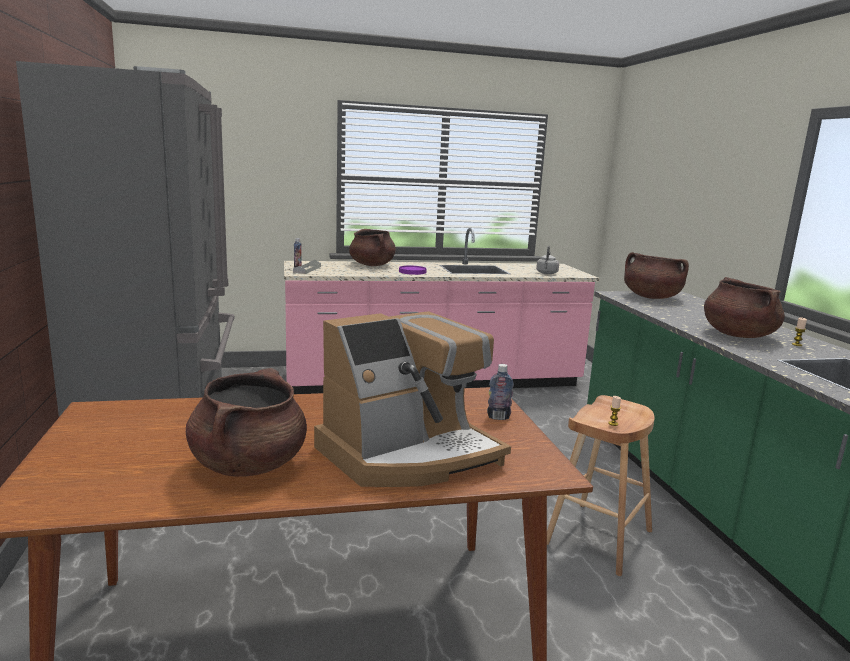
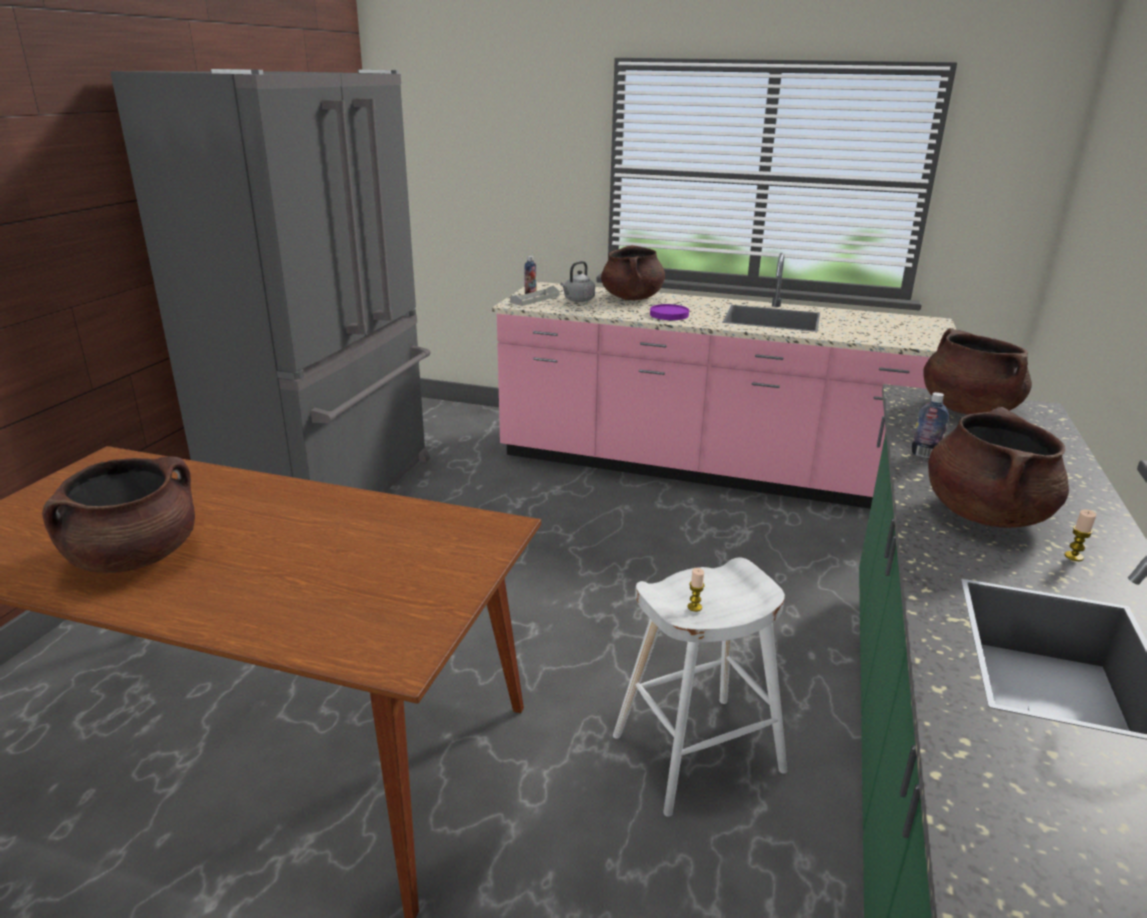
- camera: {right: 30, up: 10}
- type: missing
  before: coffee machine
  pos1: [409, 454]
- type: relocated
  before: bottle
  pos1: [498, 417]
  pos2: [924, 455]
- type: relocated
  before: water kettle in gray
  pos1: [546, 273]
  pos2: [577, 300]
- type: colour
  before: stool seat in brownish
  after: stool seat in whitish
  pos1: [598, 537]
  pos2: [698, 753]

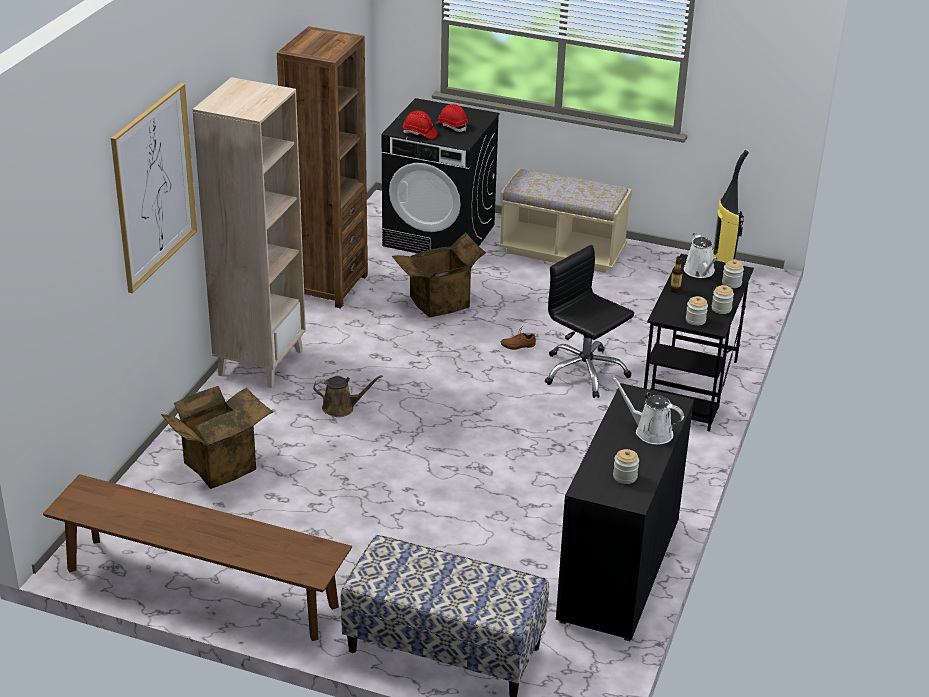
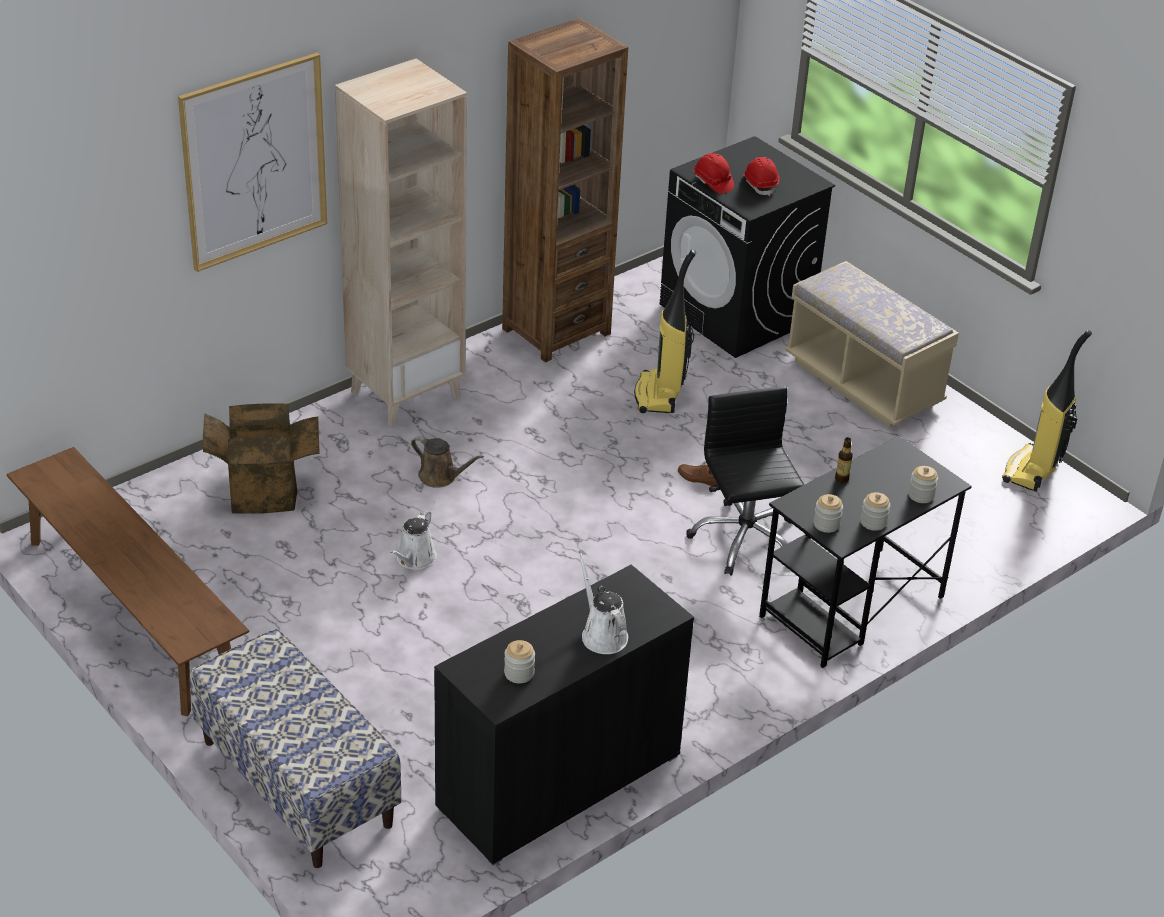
- camera: {right: 30, up: 5}
- type: exchanged
  before: cardboard box
  after: vacuum cleaner
  pos1: [439, 303]
  pos2: [659, 395]
- type: relocated
  before: watering pot in whitish
  pos1: [700, 272]
  pos2: [414, 559]

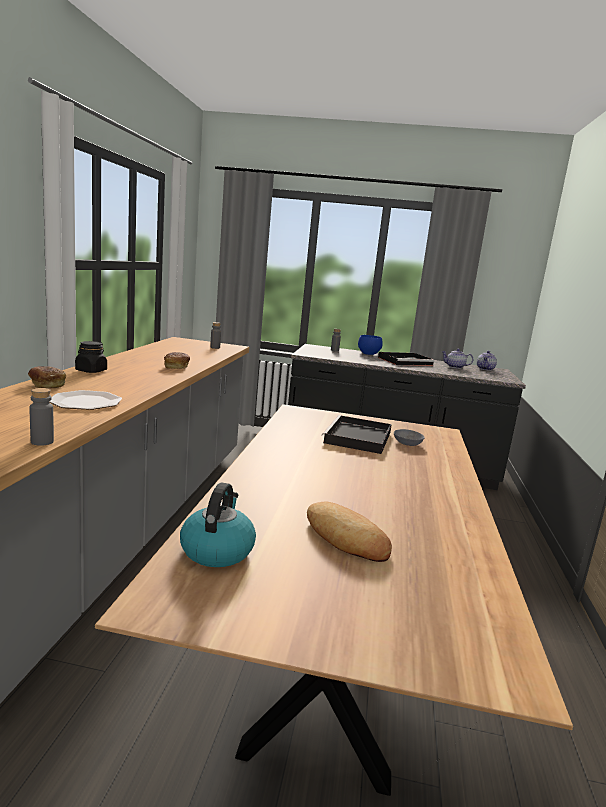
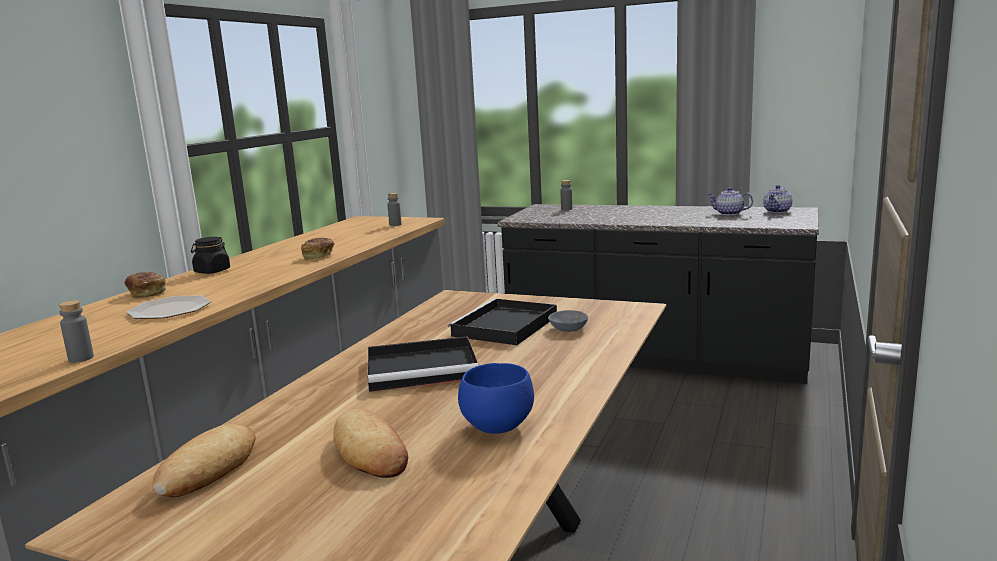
- camera: {right: 15, up: 0}
- type: exchanged
  before: water kettle
  after: bakery bread
  pos1: [217, 550]
  pos2: [209, 468]
- type: relocated
  before: serving bowl in blue
  pos1: [368, 354]
  pos2: [495, 426]
- type: relocated
  before: tray in black-coloured
  pos1: [406, 361]
  pos2: [424, 368]

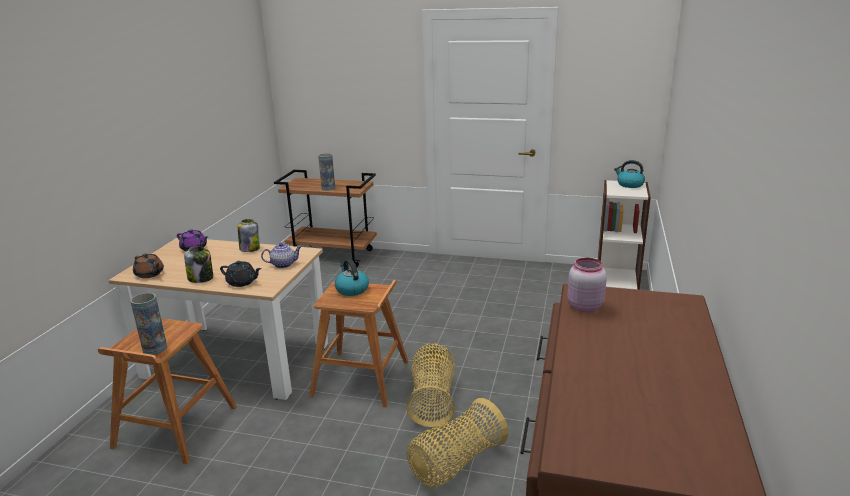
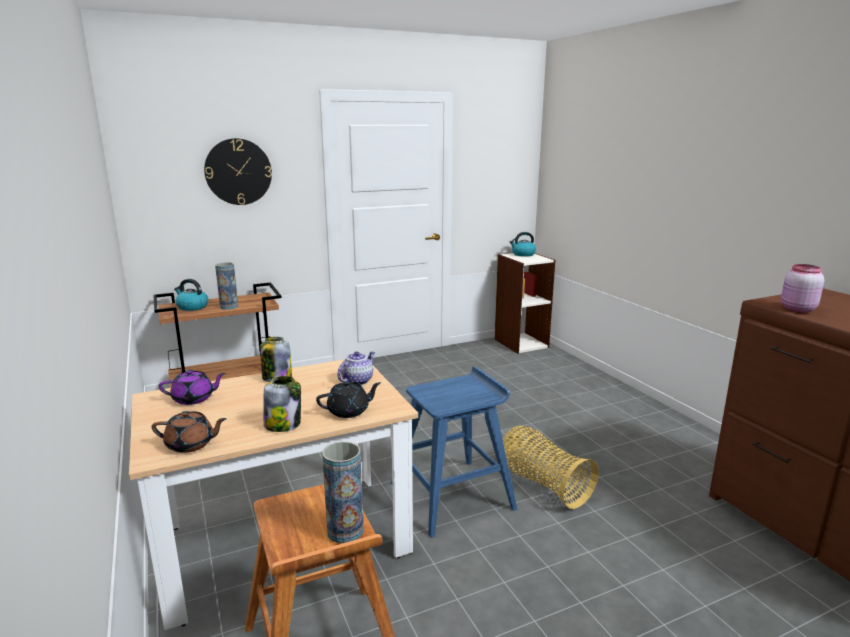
- camera: {right: -40, up: -5}
- type: colour
  before: stool seat in brownish
  after: stool seat in blue
  pos1: [362, 378]
  pos2: [453, 495]
- type: relocated
  before: water kettle
  pos1: [351, 289]
  pos2: [192, 307]
- type: missing
  before: storage basket
  pos1: [455, 463]
- type: appeared
  after: wall clock
  pos2: [238, 172]

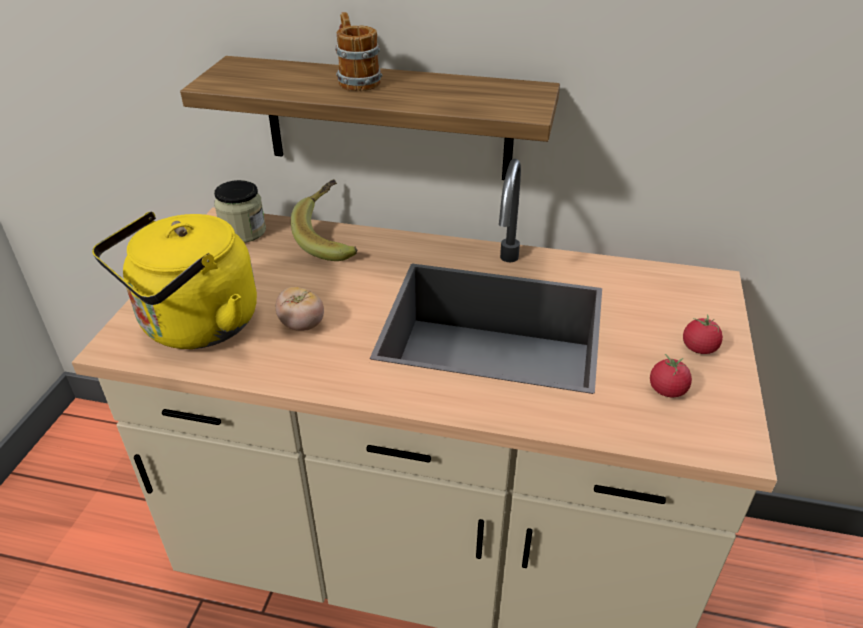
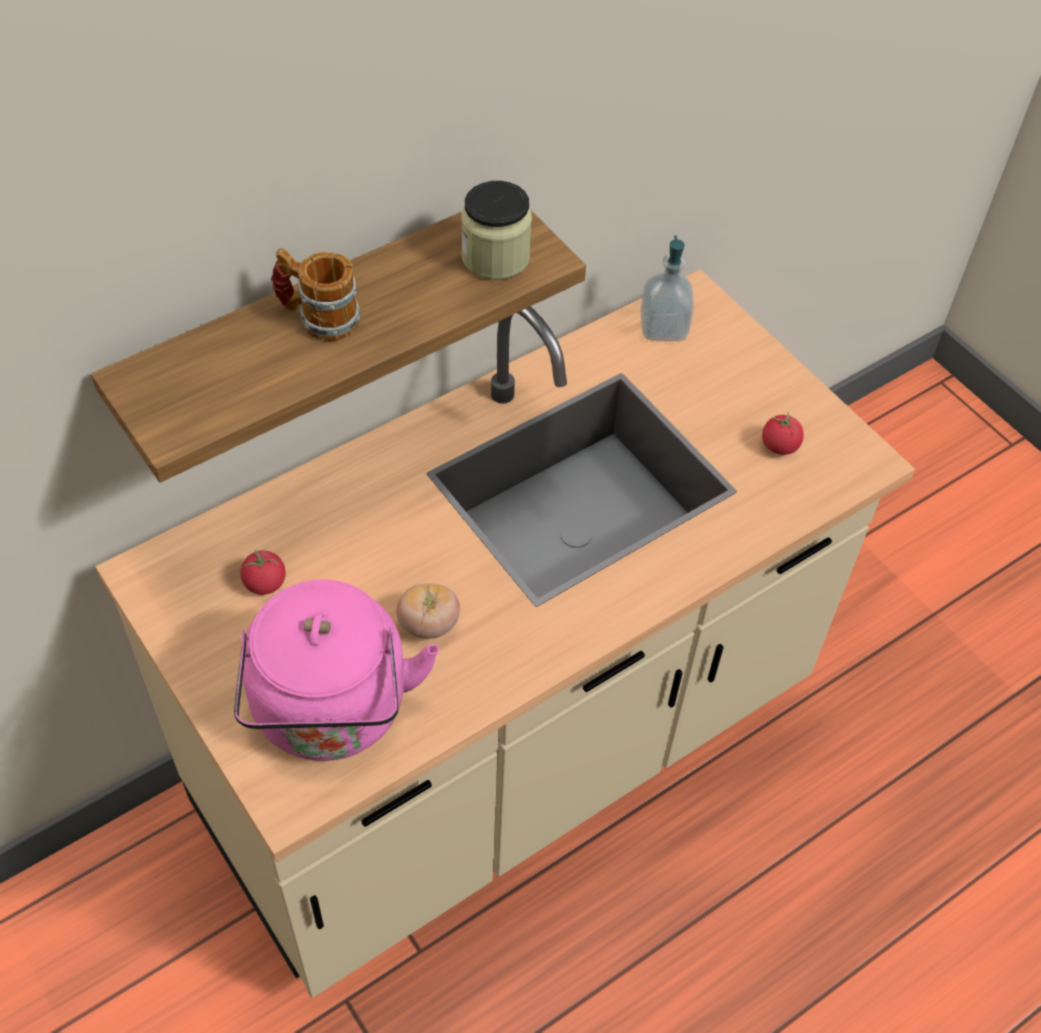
- camera: {right: -50, up: 15}
- type: colour
  before: water kettle in yellow-coloured
  after: water kettle in pink-coloured
  pos1: [195, 326]
  pos2: [331, 714]
- type: relocated
  before: preserve jar
  pos1: [243, 231]
  pos2: [495, 257]
- type: missing
  before: banana
  pos1: [332, 239]
- type: relocated
  before: tomato
  pos1: [699, 348]
  pos2: [265, 583]
- type: appeared
  after: soap dispenser
  pos2: [663, 327]

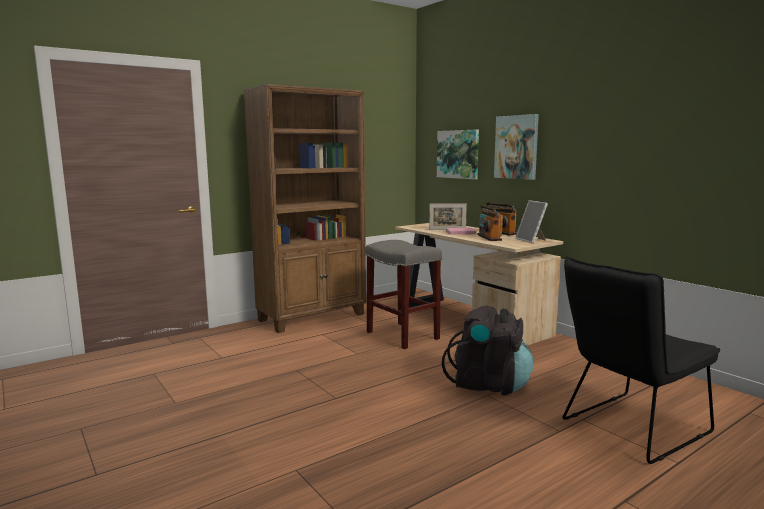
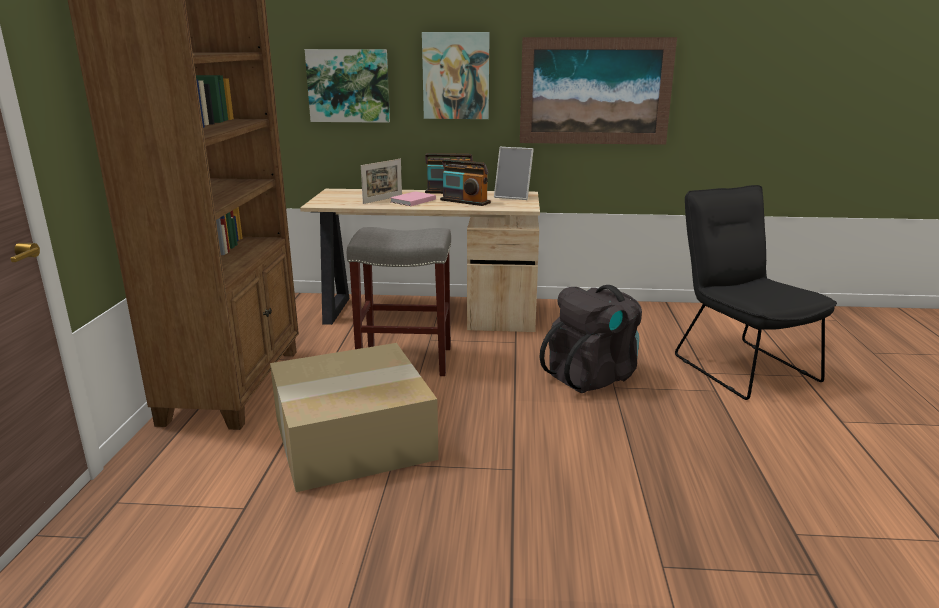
- camera: {right: -50, up: 10}
- type: spun
  before: upright chair in black-coloured
  pos1: [629, 428]
  pos2: [738, 364]
  turn: 150
- type: appeared
  after: cardboard box
  pos2: [351, 440]
- type: appeared
  after: picture
  pos2: [595, 91]

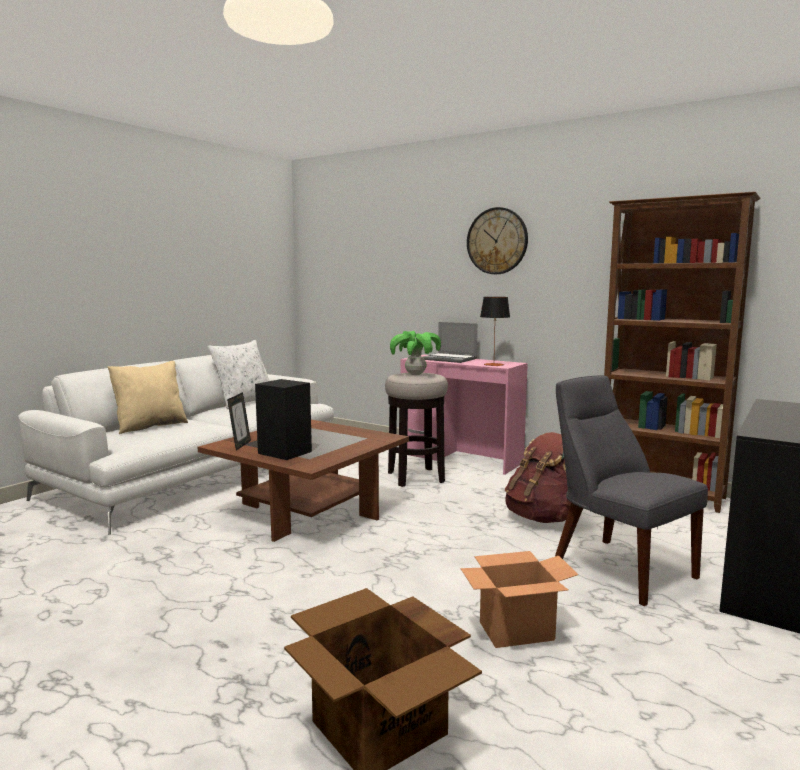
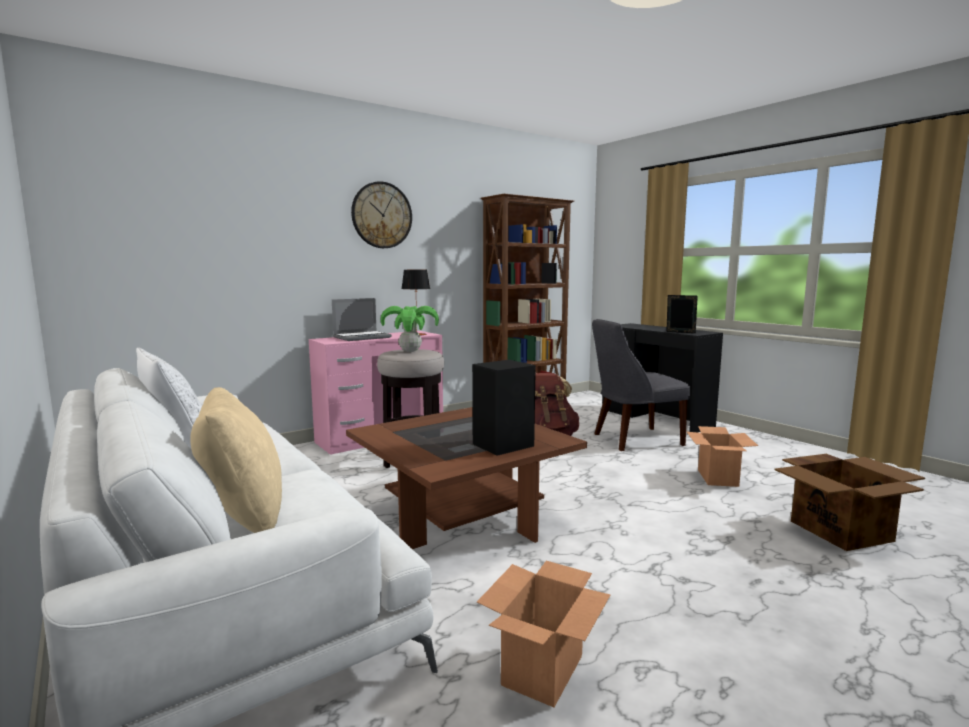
- camera: {right: -70, up: 0}
- type: relocated
  before: picture frame
  pos1: [240, 445]
  pos2: [680, 332]
- type: appeared
  after: cardboard box
  pos2: [542, 669]

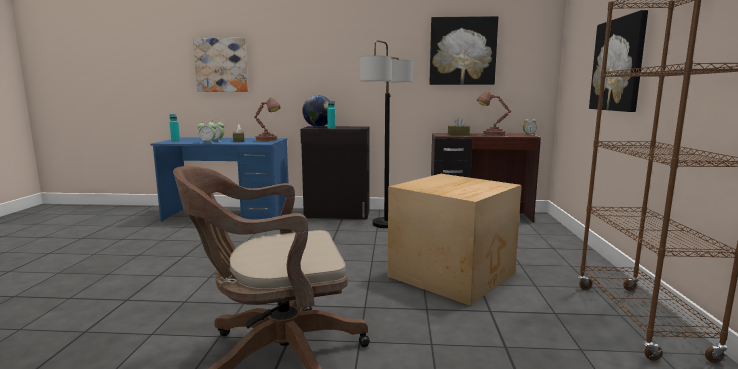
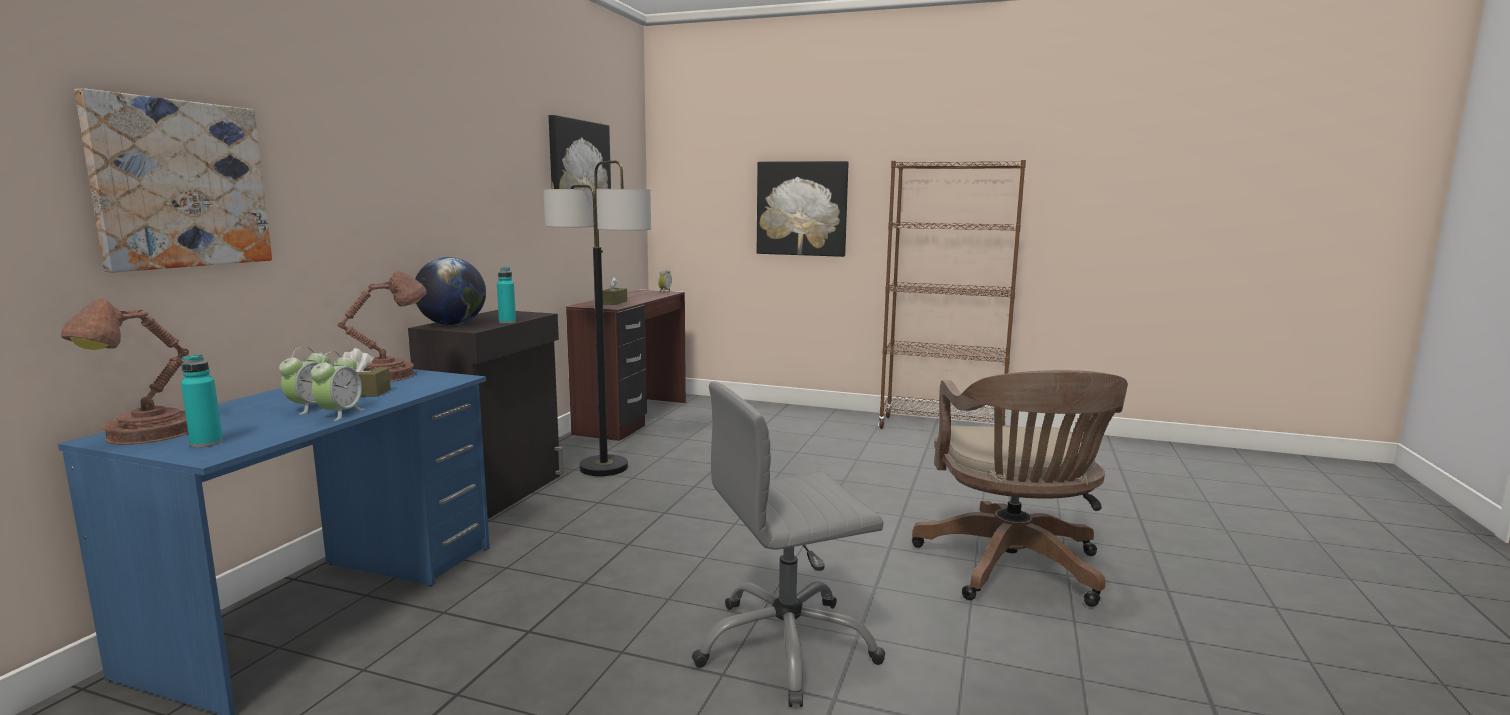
- camera: {right: -75, up: 0}
- type: missing
  before: cardboard box
  pos1: [454, 275]
- type: relocated
  before: table lamp in brownish
  pos1: [492, 134]
  pos2: [145, 435]
- type: appeared
  after: computer chair in gray
  pos2: [786, 646]

